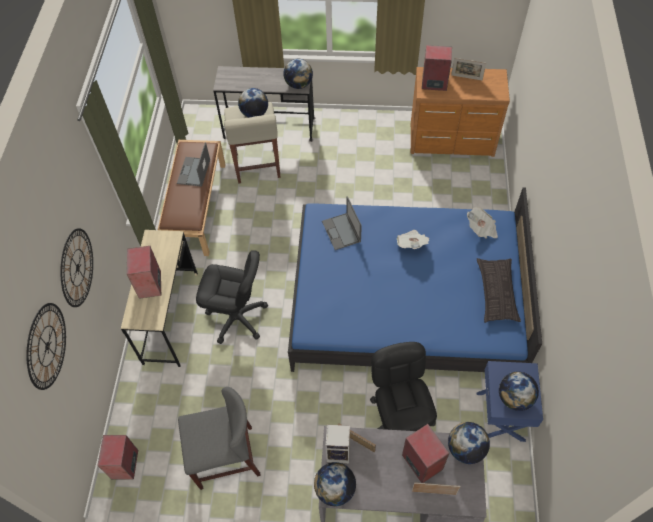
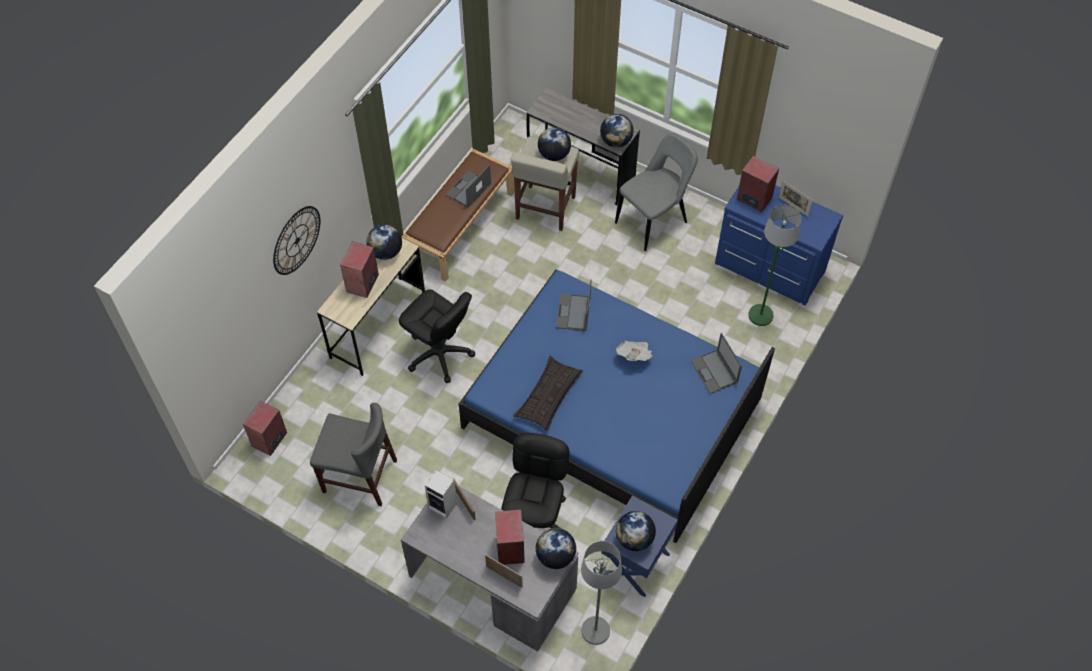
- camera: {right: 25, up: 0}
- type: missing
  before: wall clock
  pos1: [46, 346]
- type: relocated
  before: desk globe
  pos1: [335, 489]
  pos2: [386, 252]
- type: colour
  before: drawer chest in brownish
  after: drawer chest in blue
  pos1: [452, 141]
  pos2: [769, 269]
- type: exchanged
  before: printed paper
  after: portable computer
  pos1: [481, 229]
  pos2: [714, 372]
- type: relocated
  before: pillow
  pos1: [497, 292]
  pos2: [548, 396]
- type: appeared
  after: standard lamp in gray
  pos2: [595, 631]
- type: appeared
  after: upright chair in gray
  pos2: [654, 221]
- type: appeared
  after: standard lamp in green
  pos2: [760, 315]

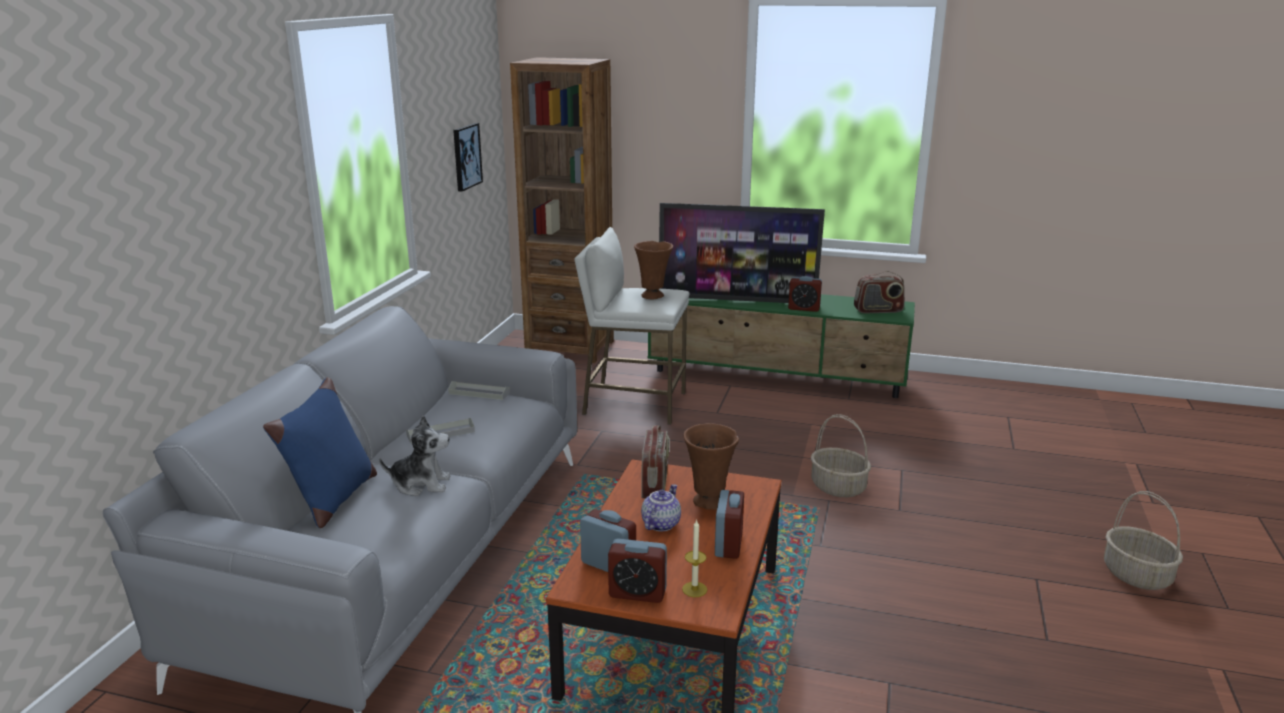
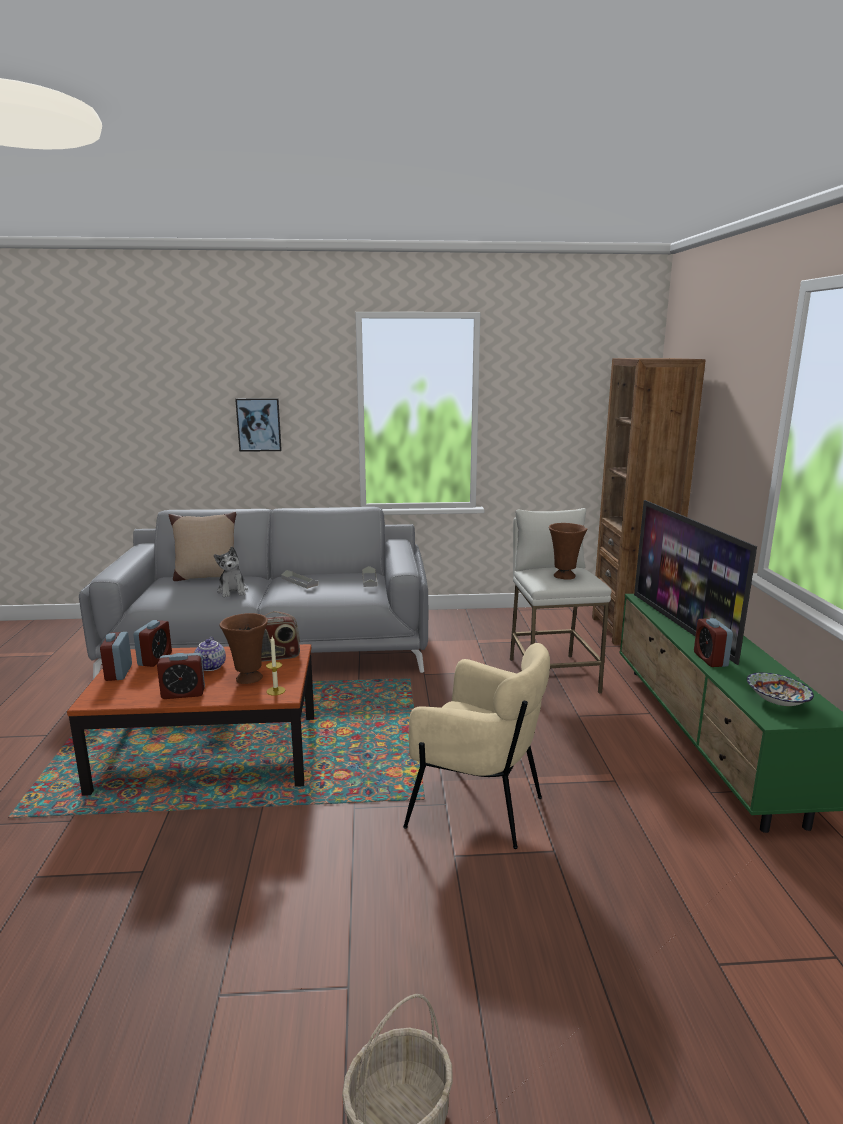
- camera: {right: 70, up: -5}
- type: colour
  before: pillow in blue
  after: pillow in sand-coloured
  pos1: [332, 500]
  pos2: [206, 577]
- type: relocated
  before: picture
  pos1: [466, 156]
  pos2: [259, 424]
- type: spun
  before: pot for tea
  pos1: [660, 524]
  pos2: [211, 667]
  turn: 75
- type: relocated
  before: wax candle
  pos1: [694, 589]
  pos2: [275, 691]
- type: exchanged
  before: storage basket
  after: armchair in sand-coloured
  pos1: [839, 487]
  pos2: [477, 807]
- type: exchanged
  before: radio receiver
  after: serving bowl
  pos1: [878, 310]
  pos2: [777, 702]

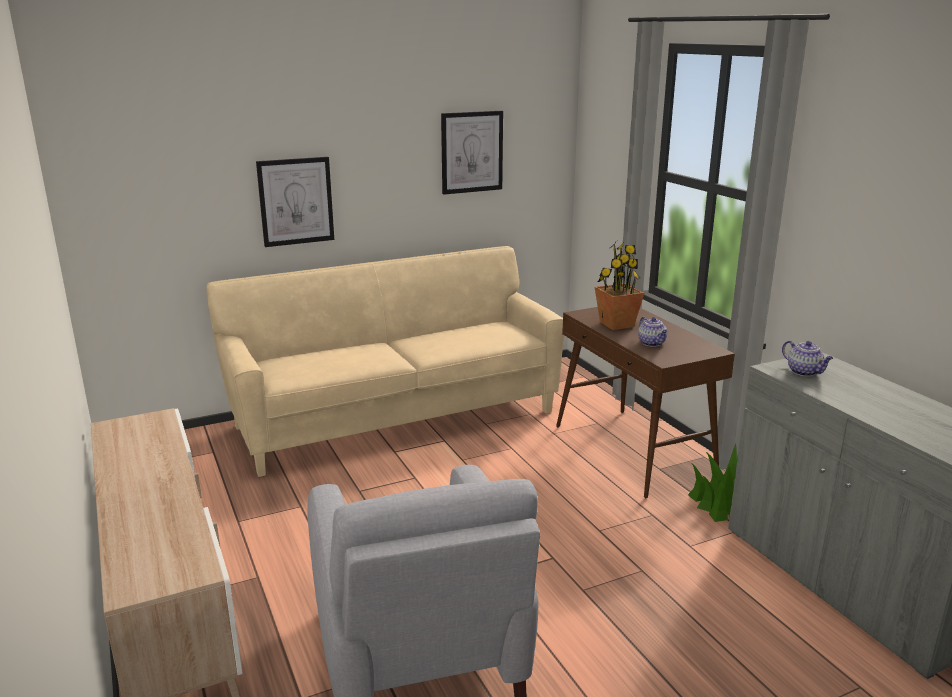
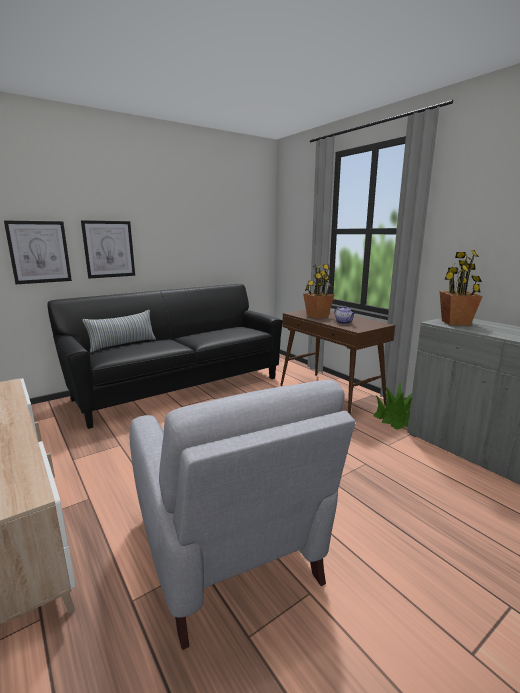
- camera: {right: -10, up: -5}
- type: colour
  before: settee in sand-coloured
  after: settee in black-coloured
  pos1: [396, 418]
  pos2: [179, 388]
- type: relocated
  before: picture
  pos1: [471, 152]
  pos2: [39, 252]
- type: exchanged
  before: pot for tea
  after: houseplant
  pos1: [804, 372]
  pos2: [455, 323]
- type: appeared
  after: pillow
  pos2: [123, 344]

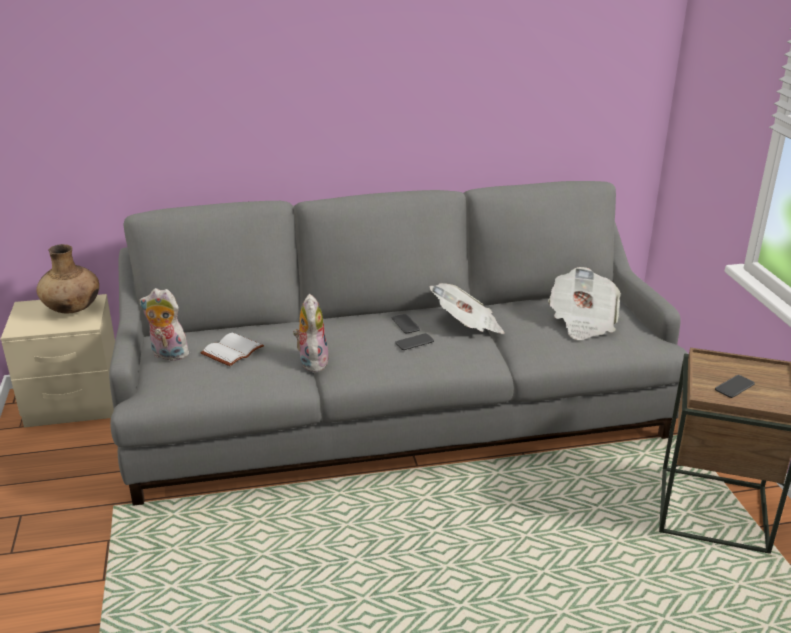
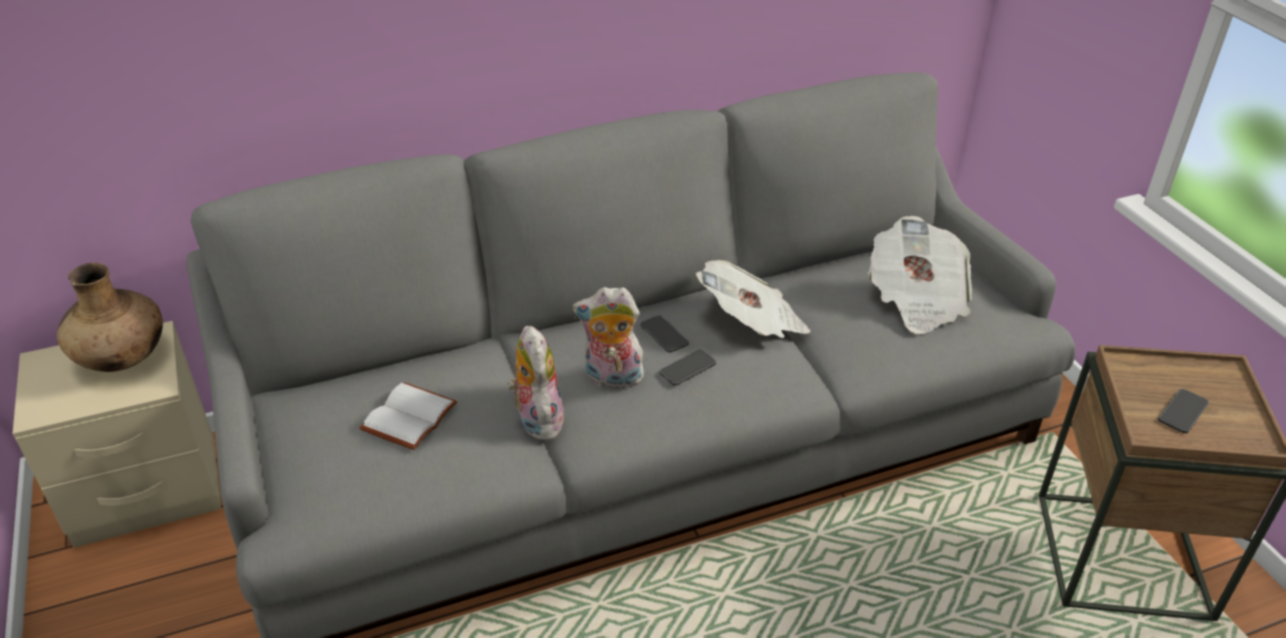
- camera: {right: -10, up: 10}
- type: relocated
  before: plush toy
  pos1: [167, 355]
  pos2: [612, 378]

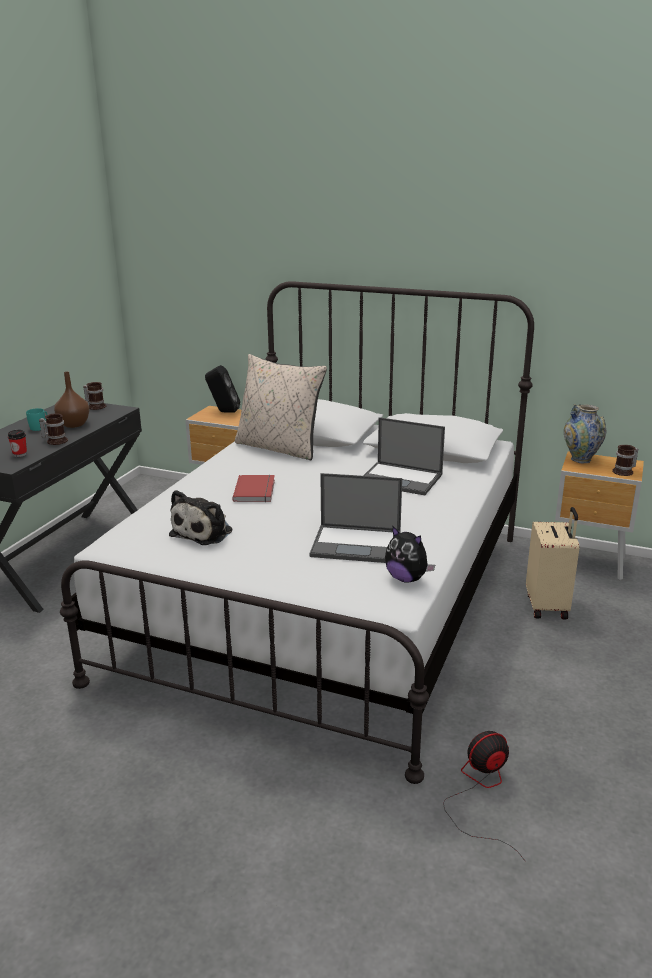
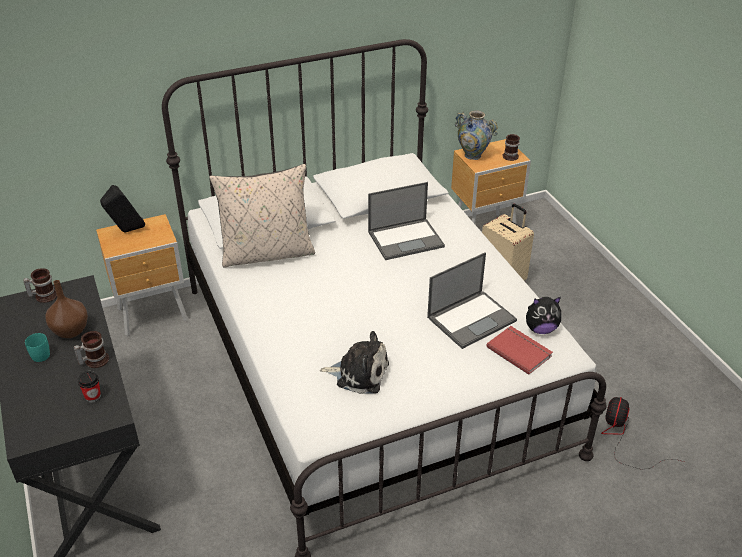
- camera: {right: -45, up: 15}
- type: spun
  before: plush toy
  pos1: [204, 532]
  pos2: [359, 373]
  turn: -60
- type: relocated
  before: book in red-coloured
  pos1: [256, 490]
  pos2: [520, 350]

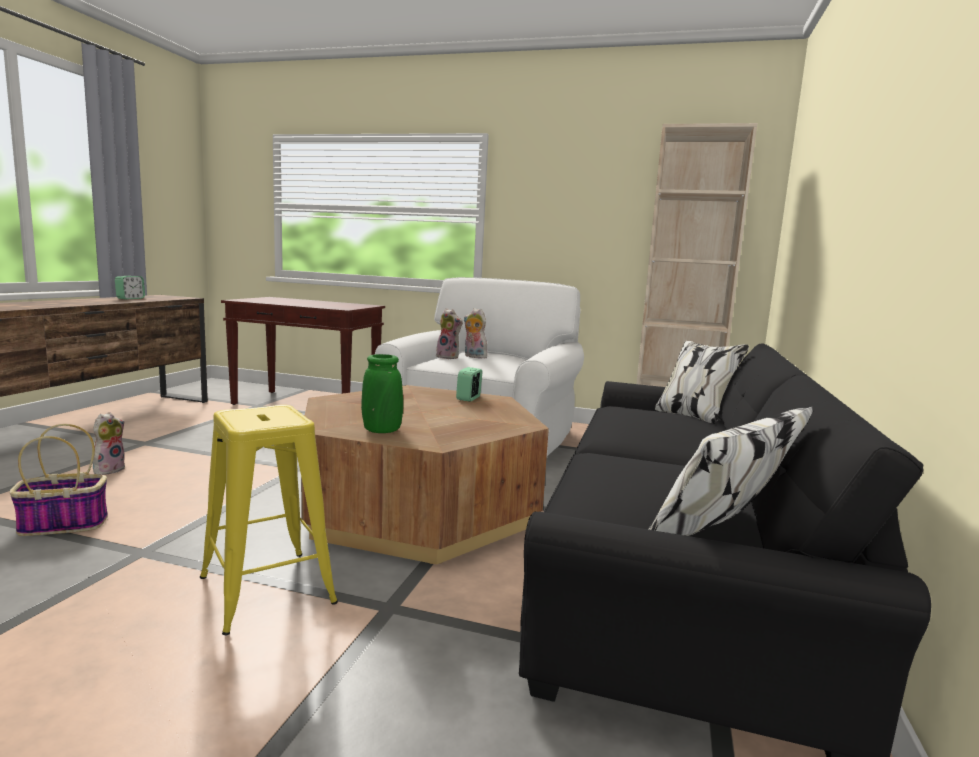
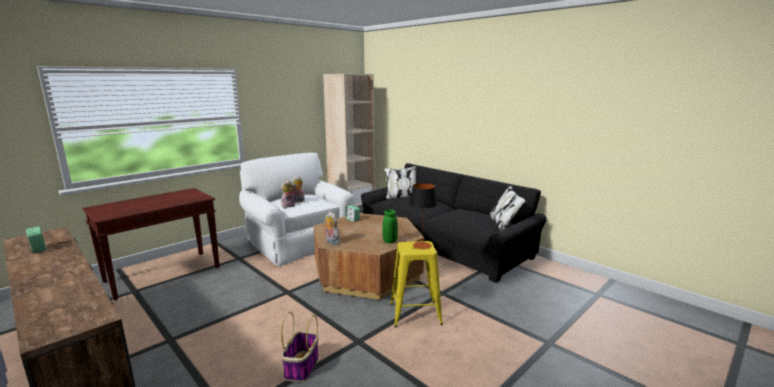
- camera: {right: -60, up: 5}
- type: relocated
  before: plush toy
  pos1: [109, 469]
  pos2: [331, 242]
- type: appeared
  after: table lamp
  pos2: [422, 245]

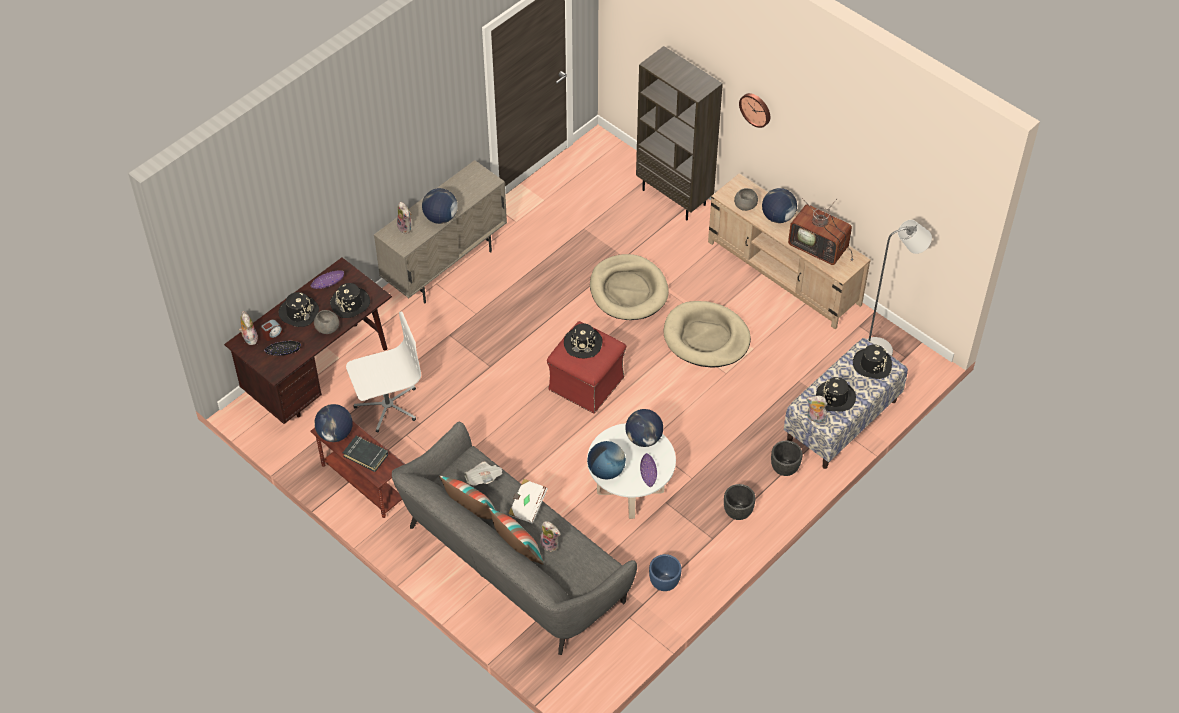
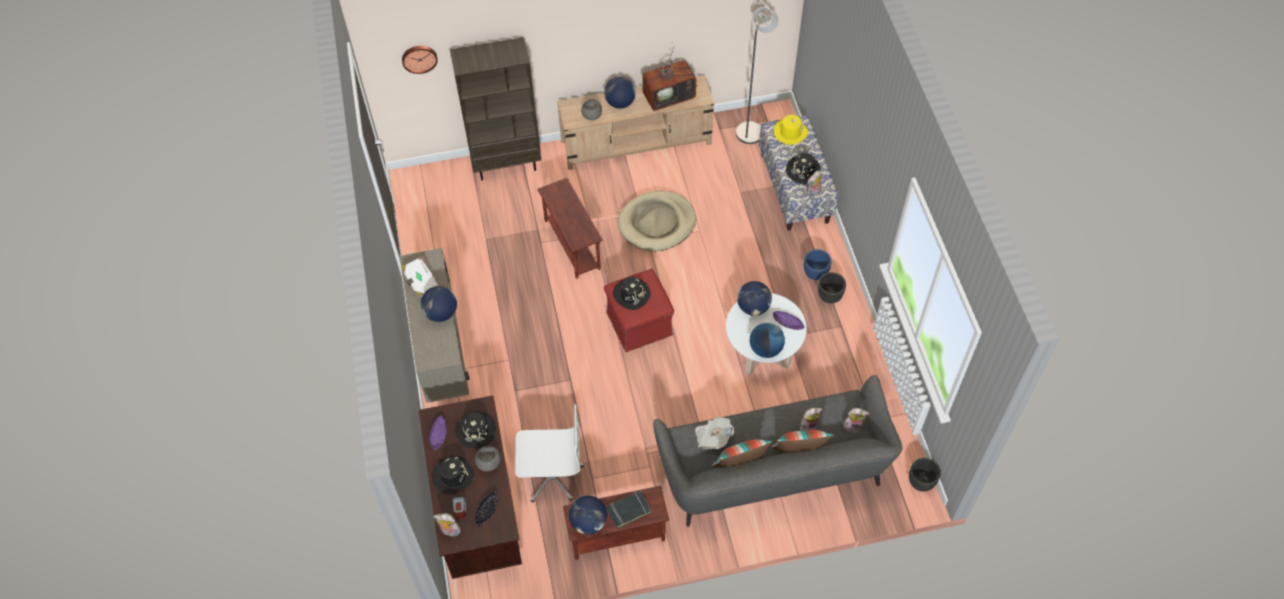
- camera: {right: -55, up: 5}
- type: spun
  before: computer chair in whitish
  pos1: [387, 405]
  pos2: [551, 476]
  turn: 75
- type: relocated
  before: plush toy
  pos1: [406, 227]
  pos2: [853, 425]
- type: relocated
  before: book in whitish
  pos1: [527, 505]
  pos2: [420, 281]
- type: exchanged
  before: dog bed in sand-coloured
  after: end table in brownish
  pos1: [628, 290]
  pos2: [572, 245]
- type: relocated
  before: flower pot in blue
  pos1: [664, 583]
  pos2: [815, 274]
- type: relocated
  before: wall clock
  pos1: [756, 109]
  pos2: [419, 58]
- type: relocated
  before: flower pot in black-coloured
  pos1: [784, 469]
  pos2: [921, 482]
- type: colour
  before: wearable hat in black-coloured
  after: wearable hat in yellow-coloured
  pos1: [872, 364]
  pos2: [790, 132]

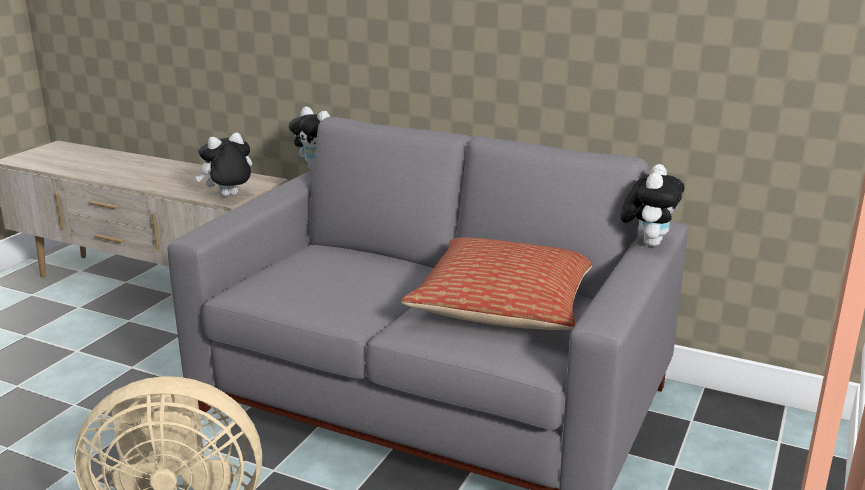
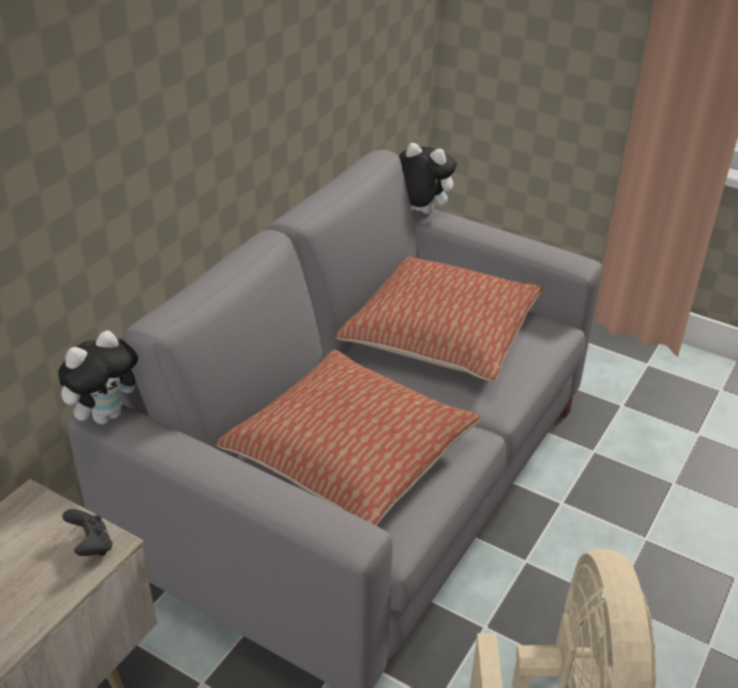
- camera: {right: -85, up: 15}
- type: exchanged
  before: plush toy
  after: gamepad in black-coloured
  pos1: [229, 197]
  pos2: [91, 546]
- type: appeared
  after: pillow
  pos2: [349, 455]

